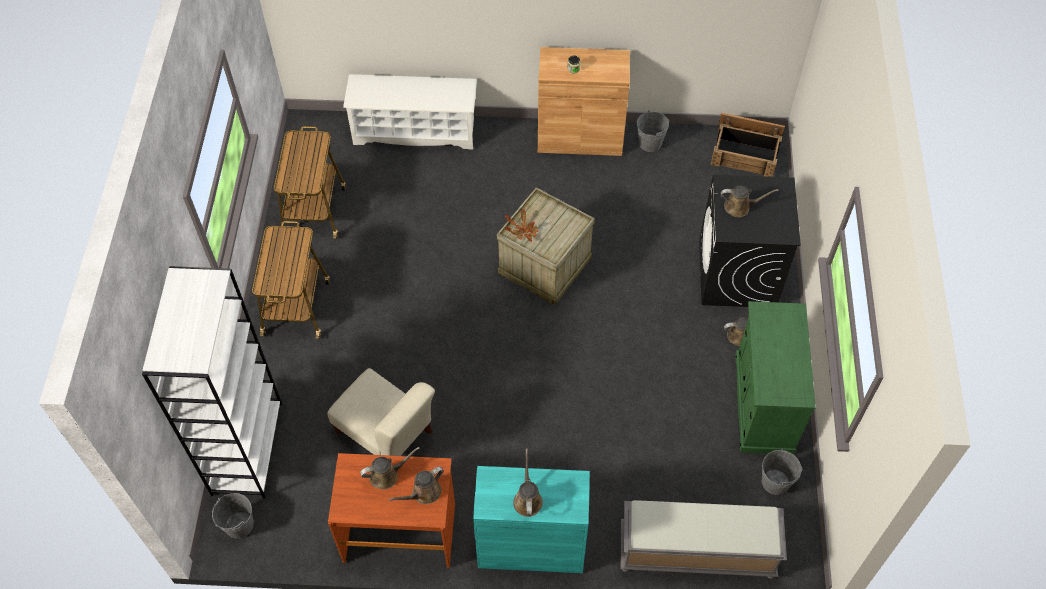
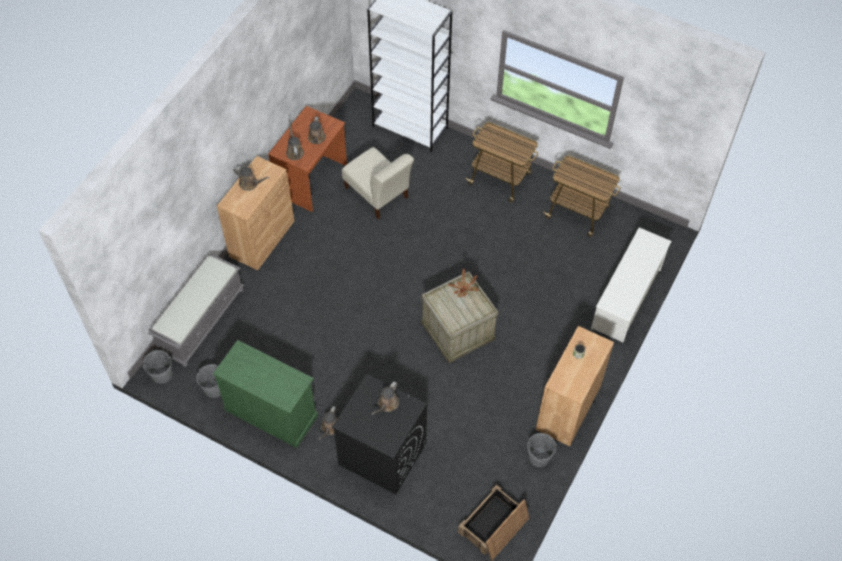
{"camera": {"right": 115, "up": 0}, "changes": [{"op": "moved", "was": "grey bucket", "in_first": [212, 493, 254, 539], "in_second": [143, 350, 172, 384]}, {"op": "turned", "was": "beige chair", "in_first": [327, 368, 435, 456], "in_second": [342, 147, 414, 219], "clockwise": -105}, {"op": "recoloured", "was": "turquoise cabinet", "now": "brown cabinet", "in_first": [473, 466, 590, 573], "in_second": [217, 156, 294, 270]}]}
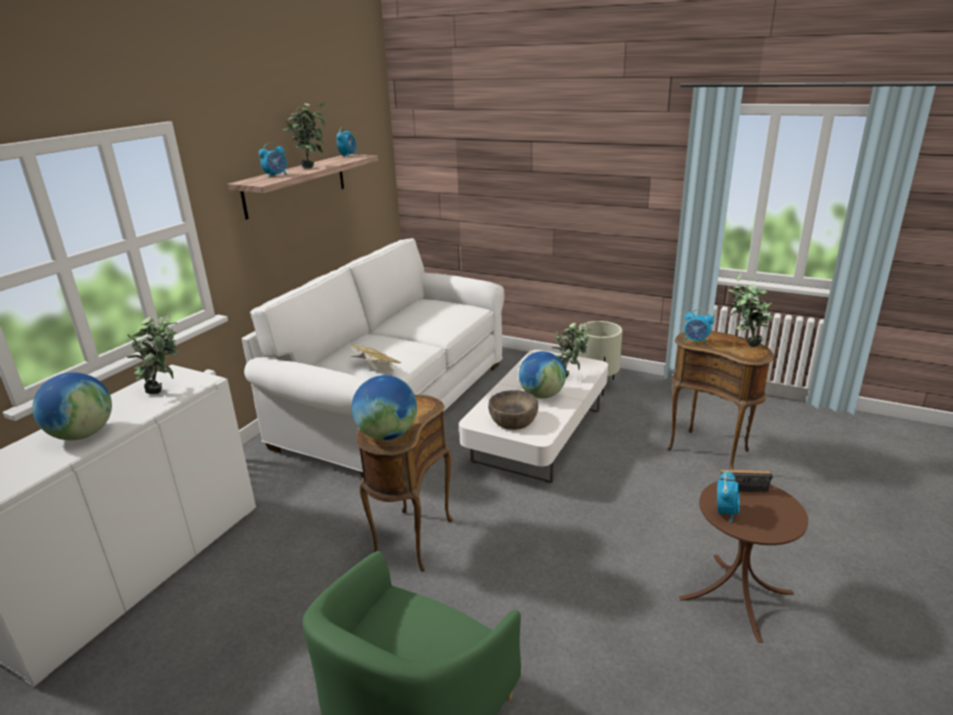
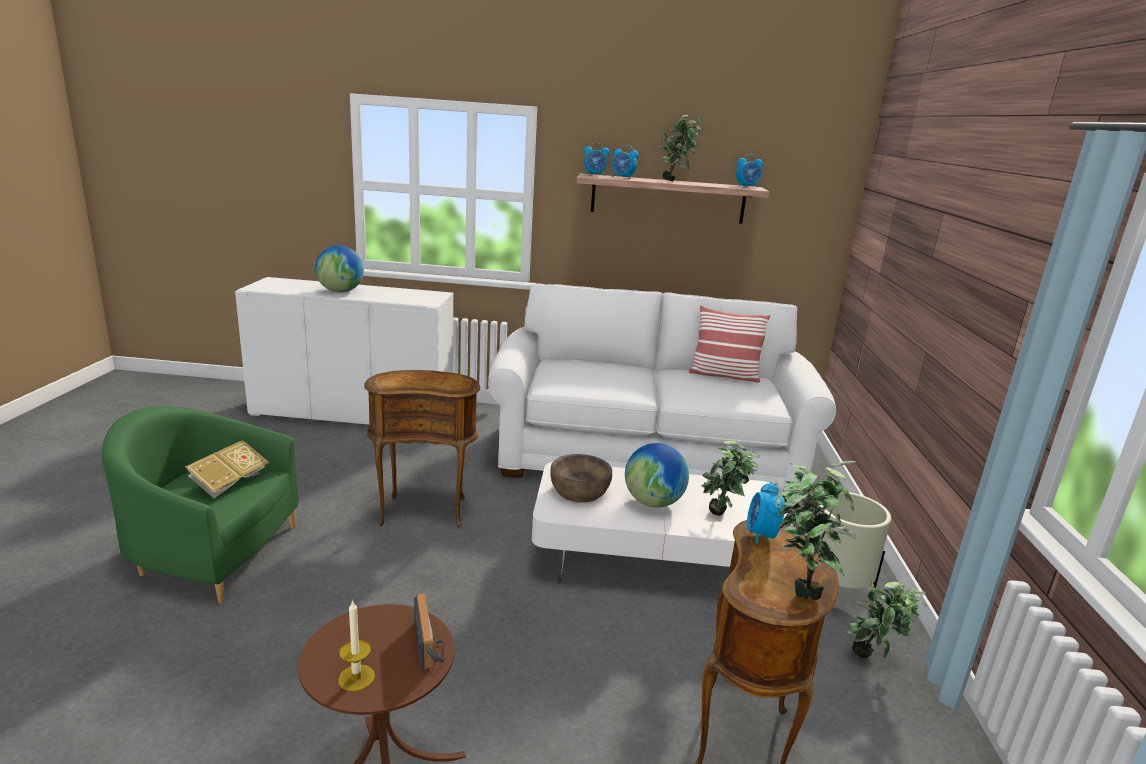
{"camera": {"right": 65, "up": -5}, "changes": [{"op": "moved", "was": "potted plant", "in_first": [127, 315, 179, 394], "in_second": [847, 580, 927, 659]}, {"op": "moved", "was": "book", "in_first": [349, 344, 401, 372], "in_second": [185, 440, 270, 498]}, {"op": "removed", "was": "globe", "in_first": [352, 375, 417, 440]}, {"op": "moved", "was": "alarm clock", "in_first": [717, 470, 740, 523], "in_second": [584, 142, 610, 176]}, {"op": "added", "now": "candle", "in_second": [338, 600, 375, 691]}, {"op": "added", "now": "pillow", "in_second": [689, 306, 770, 383]}]}
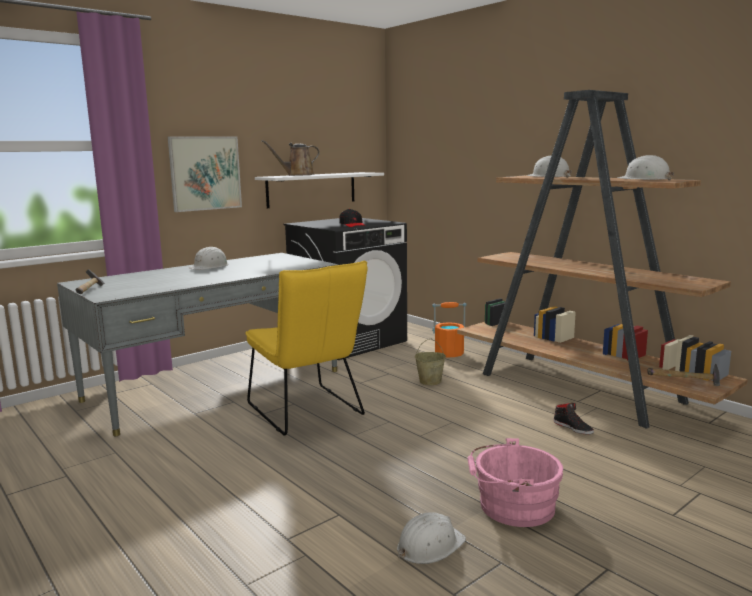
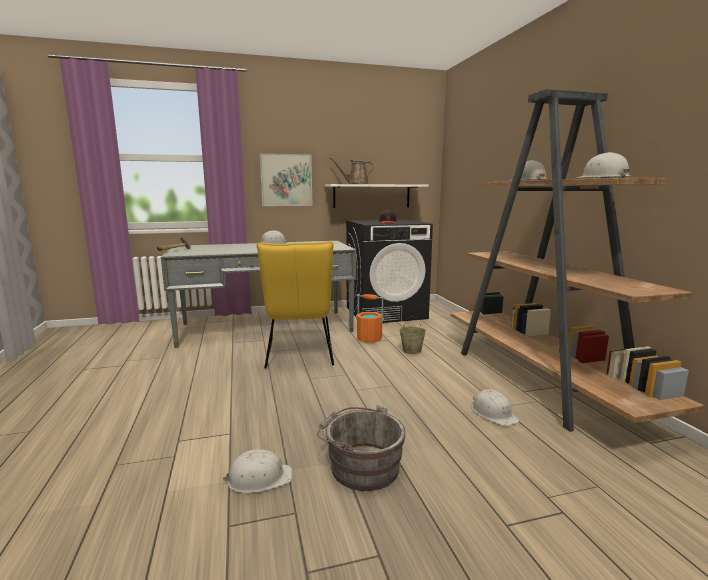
{"camera": {"right": 25, "up": 0}, "changes": [{"op": "moved", "was": "orange bucket", "in_first": [432, 302, 466, 358], "in_second": [356, 294, 384, 342]}, {"op": "recoloured", "was": "pink bucket", "now": "grey bucket", "in_first": [467, 438, 563, 527], "in_second": [317, 405, 406, 491]}, {"op": "replaced", "was": "black shoe", "now": "white hard hat", "in_first": [553, 403, 594, 434], "in_second": [472, 389, 519, 426]}, {"op": "removed", "was": "hammer", "in_first": [648, 364, 720, 386]}]}
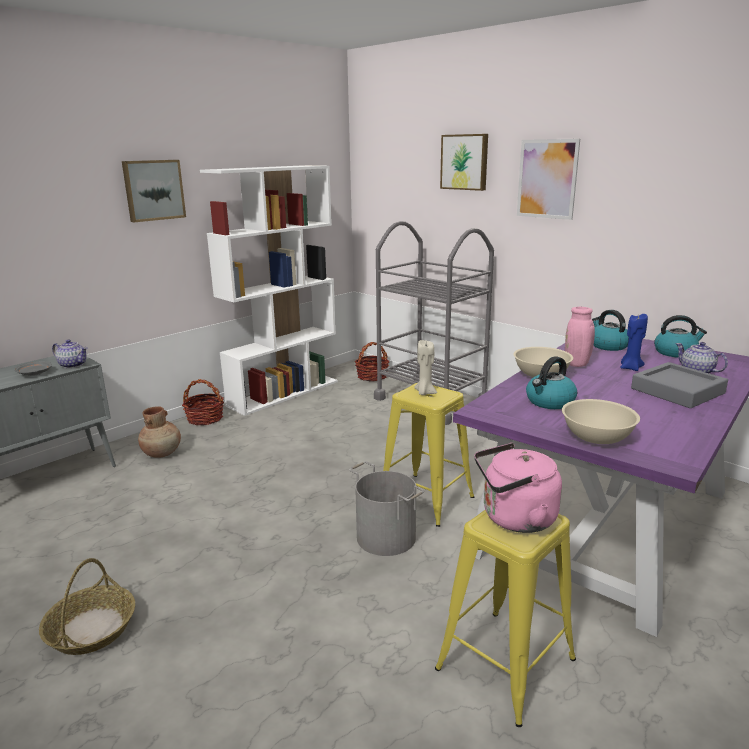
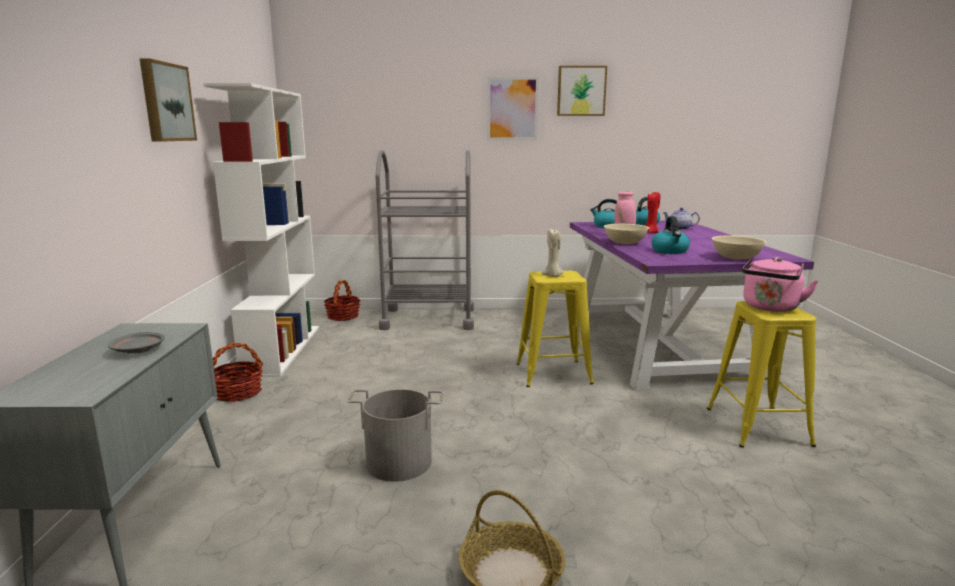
{"camera": {"right": -45, "up": -5}, "changes": [{"op": "removed", "was": "teapot", "in_first": [52, 339, 87, 368]}, {"op": "removed", "was": "brown vase", "in_first": [138, 406, 181, 458]}, {"op": "moved", "was": "grey bucket", "in_first": [349, 461, 424, 556], "in_second": [347, 389, 443, 482]}, {"op": "moved", "was": "picture", "in_first": [440, 134, 488, 191], "in_second": [557, 66, 607, 116]}, {"op": "recoloured", "was": "blue candle", "now": "red candle", "in_first": [620, 314, 648, 371], "in_second": [644, 191, 661, 233]}, {"op": "removed", "was": "grey tray", "in_first": [631, 362, 728, 408]}]}
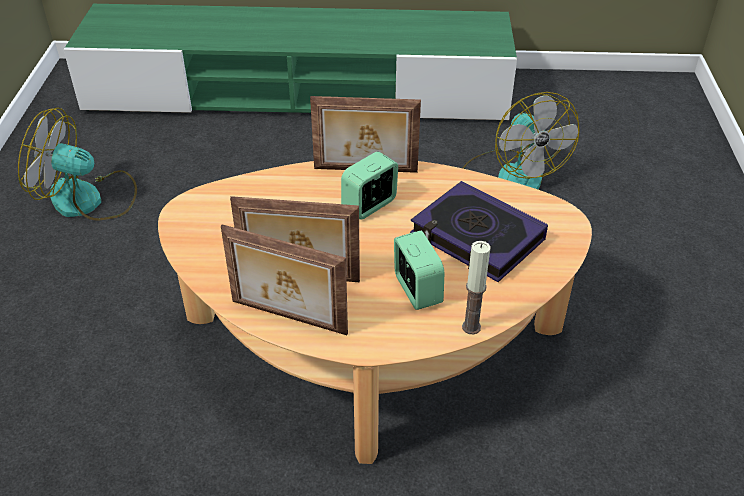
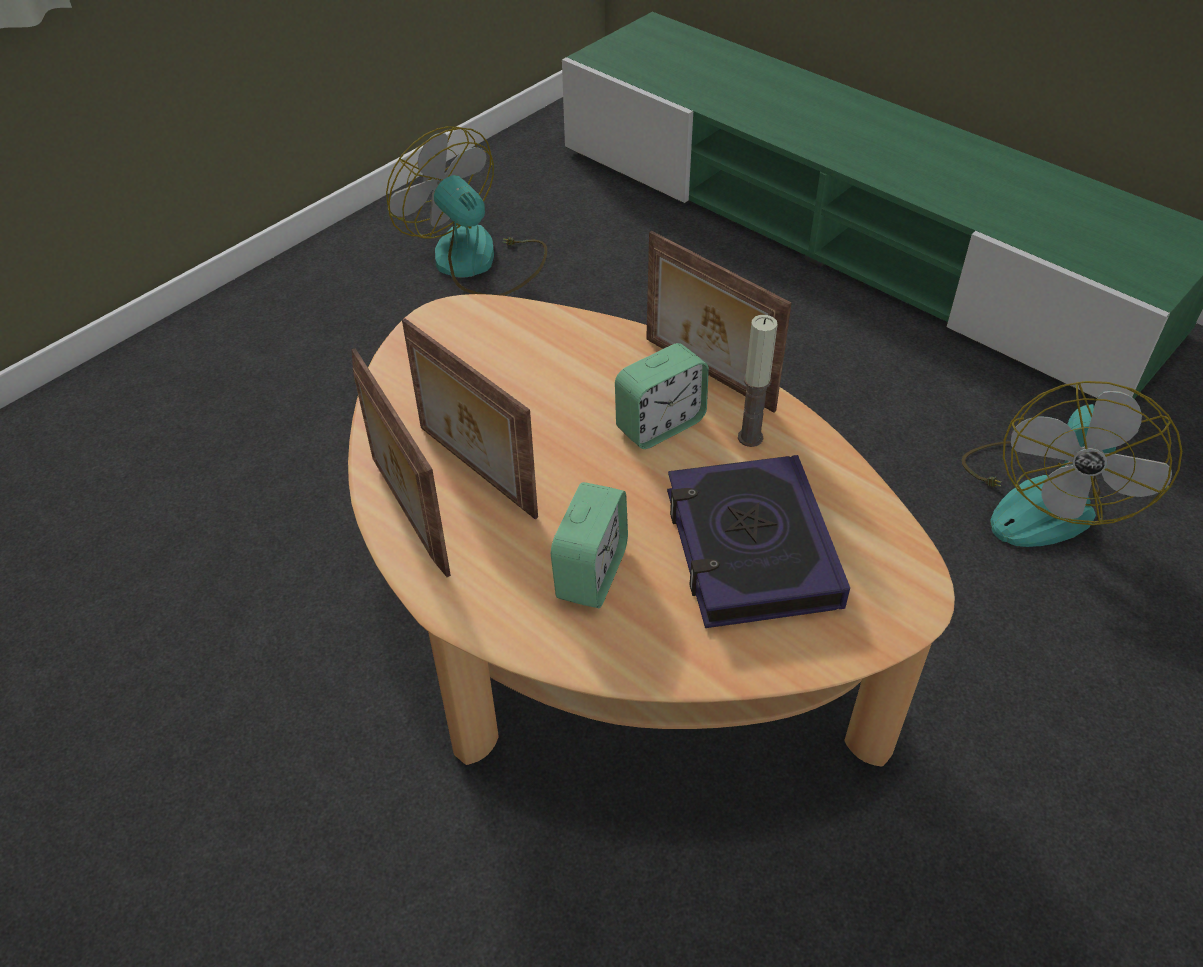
{"camera": {"right": 40, "up": 5}, "changes": [{"op": "turned", "was": "alarm clock", "in_first": [341, 151, 398, 220], "in_second": [615, 343, 709, 449], "clockwise": 150}, {"op": "moved", "was": "candle", "in_first": [462, 241, 491, 334], "in_second": [738, 315, 778, 447]}]}
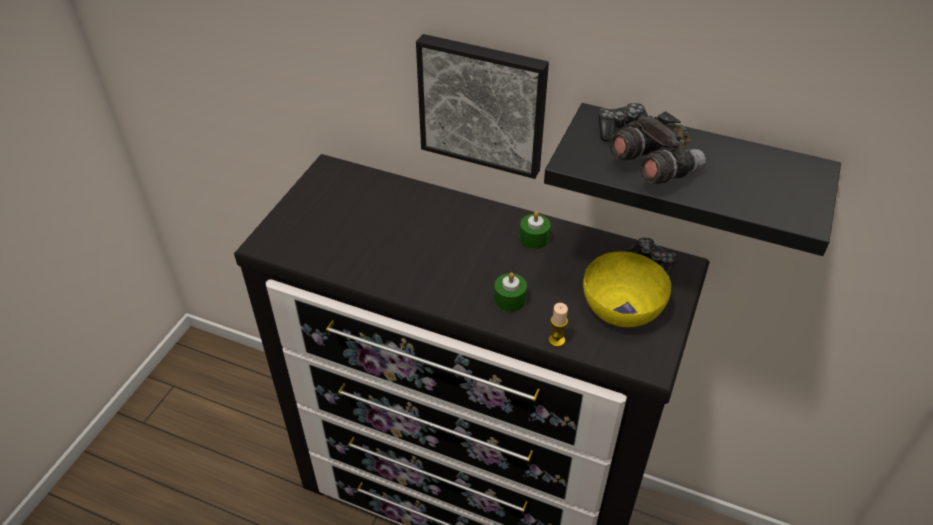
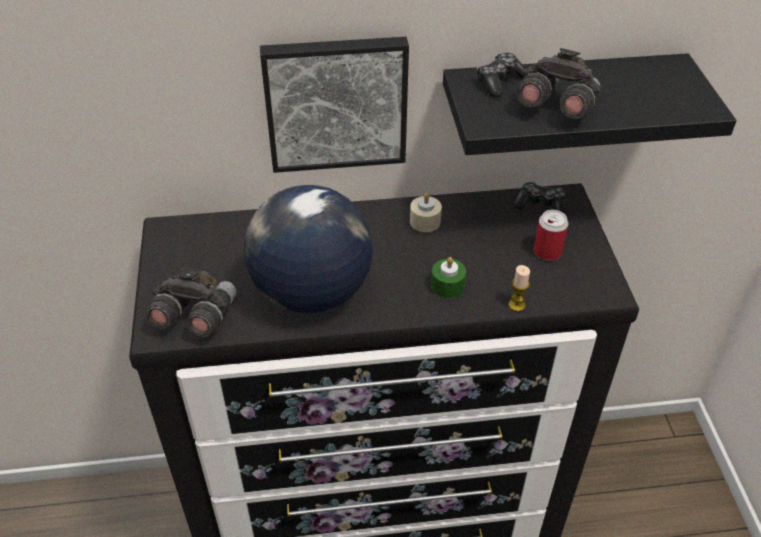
{"camera": {"right": -30, "up": 0}, "changes": [{"op": "recoloured", "was": "green candle", "now": "beige candle", "in_first": [520, 212, 551, 249], "in_second": [410, 193, 442, 232]}, {"op": "replaced", "was": "yellow bowl", "now": "can", "in_first": [583, 251, 671, 327], "in_second": [534, 210, 568, 261]}, {"op": "added", "now": "grey binoculars", "in_second": [146, 267, 237, 337]}, {"op": "added", "now": "globe", "in_second": [244, 185, 373, 313]}]}
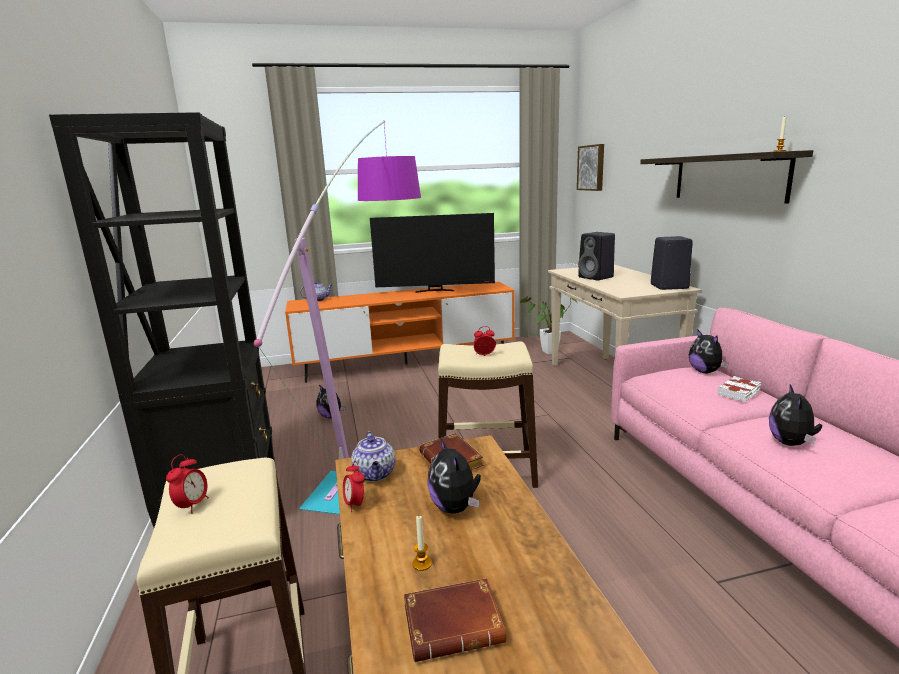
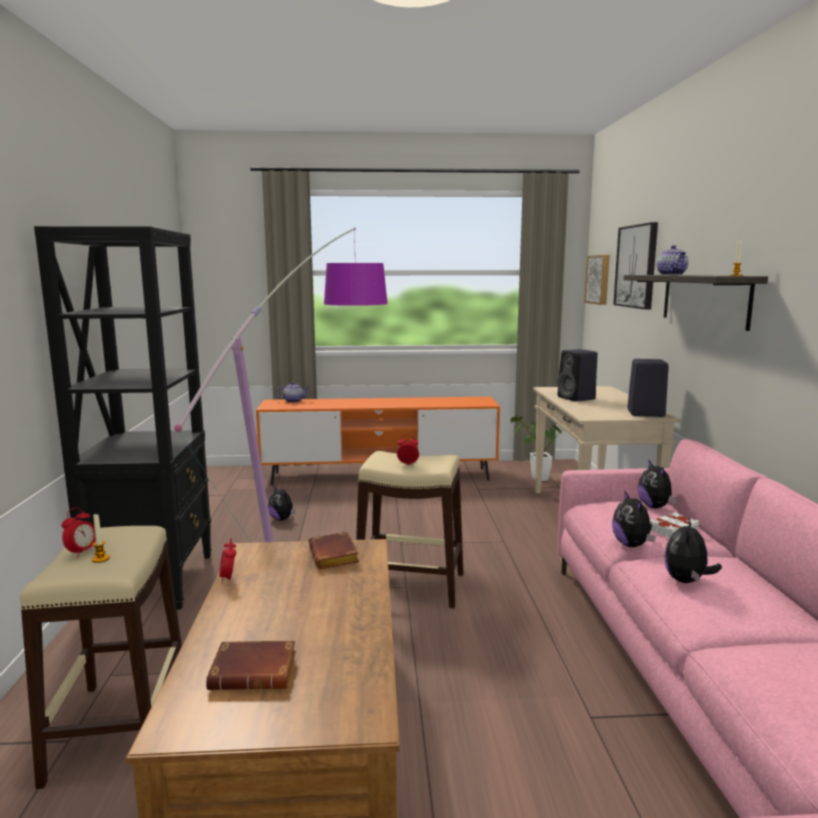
{"camera": {"right": 10, "up": -5}, "changes": [{"op": "moved", "was": "teapot", "in_first": [351, 431, 395, 482], "in_second": [657, 245, 688, 275]}, {"op": "removed", "was": "television", "in_first": [370, 213, 495, 293]}, {"op": "moved", "was": "candle", "in_first": [413, 516, 432, 571], "in_second": [92, 514, 110, 563]}, {"op": "moved", "was": "plush toy", "in_first": [427, 439, 481, 513], "in_second": [612, 490, 656, 547]}, {"op": "added", "now": "picture", "in_second": [613, 222, 658, 310]}]}
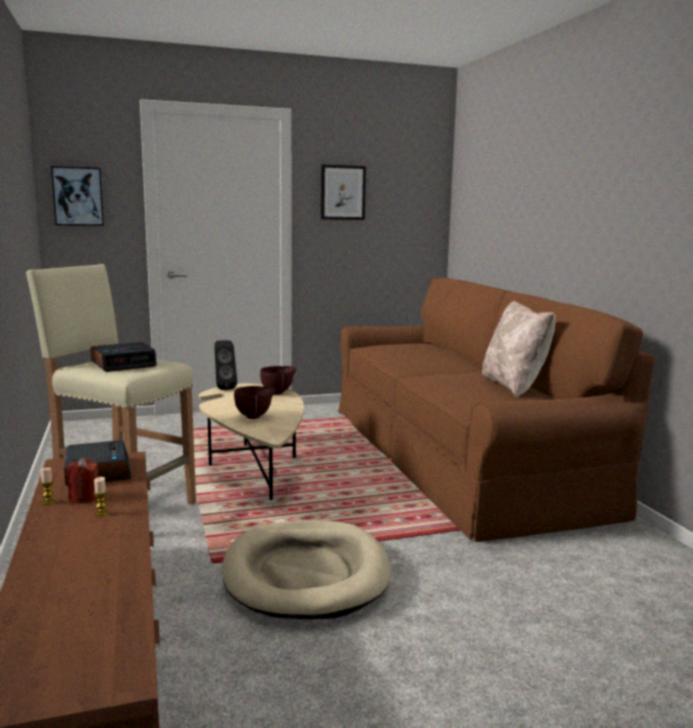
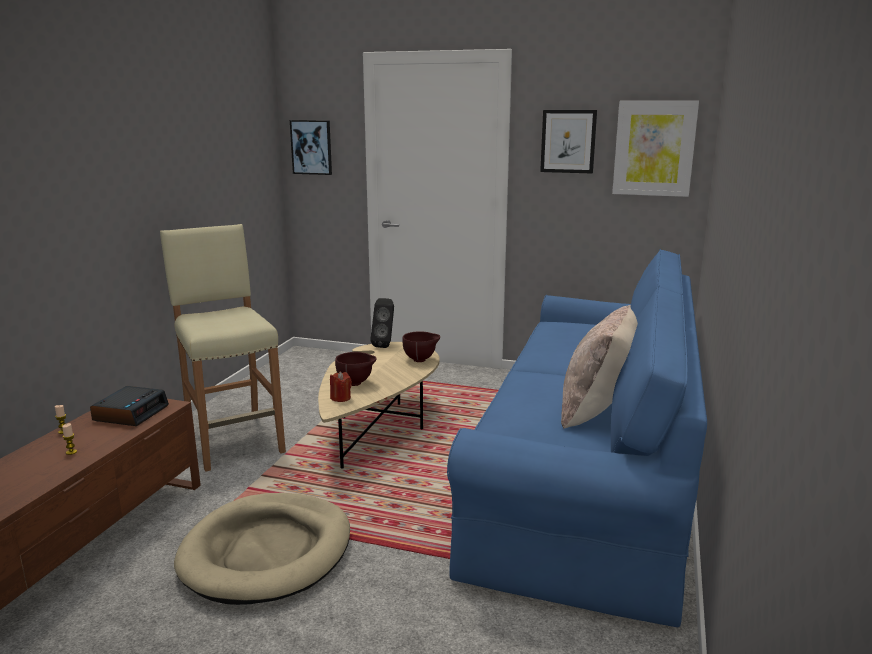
{"camera": {"right": 35, "up": 5}, "changes": [{"op": "moved", "was": "red candle", "in_first": [67, 458, 99, 504], "in_second": [330, 372, 352, 402]}, {"op": "removed", "was": "alarm clock", "in_first": [91, 342, 157, 372]}, {"op": "recoloured", "was": "brown sofa", "now": "blue sofa", "in_first": [338, 277, 655, 542], "in_second": [447, 249, 707, 627]}, {"op": "added", "now": "picture", "in_second": [612, 101, 699, 197]}]}
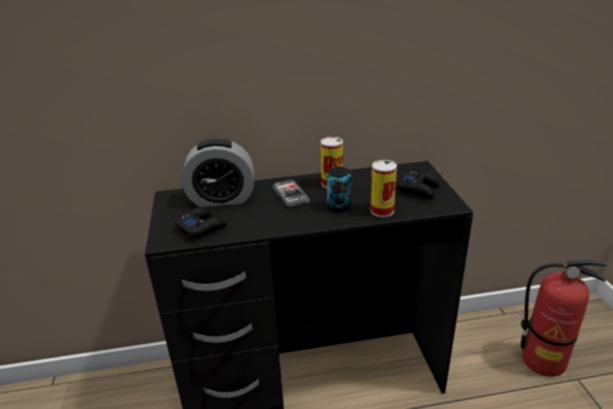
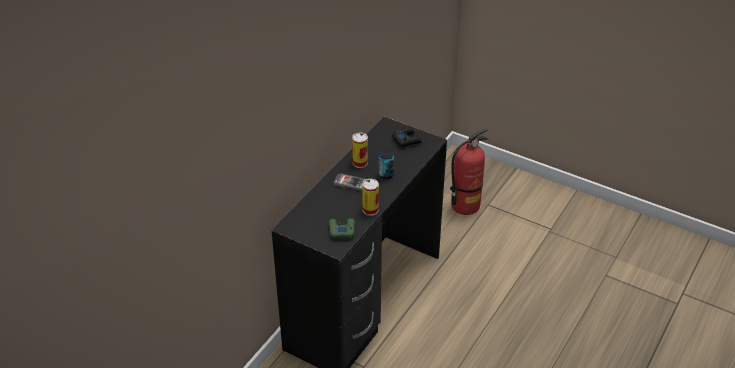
{"camera": {"right": -50, "up": 10}, "changes": [{"op": "recoloured", "was": "black game controller", "now": "green game controller", "in_first": [175, 207, 226, 238], "in_second": [329, 218, 355, 238]}, {"op": "removed", "was": "alarm clock", "in_first": [181, 139, 254, 207]}, {"op": "moved", "was": "can", "in_first": [370, 160, 397, 217], "in_second": [362, 179, 379, 216]}]}
